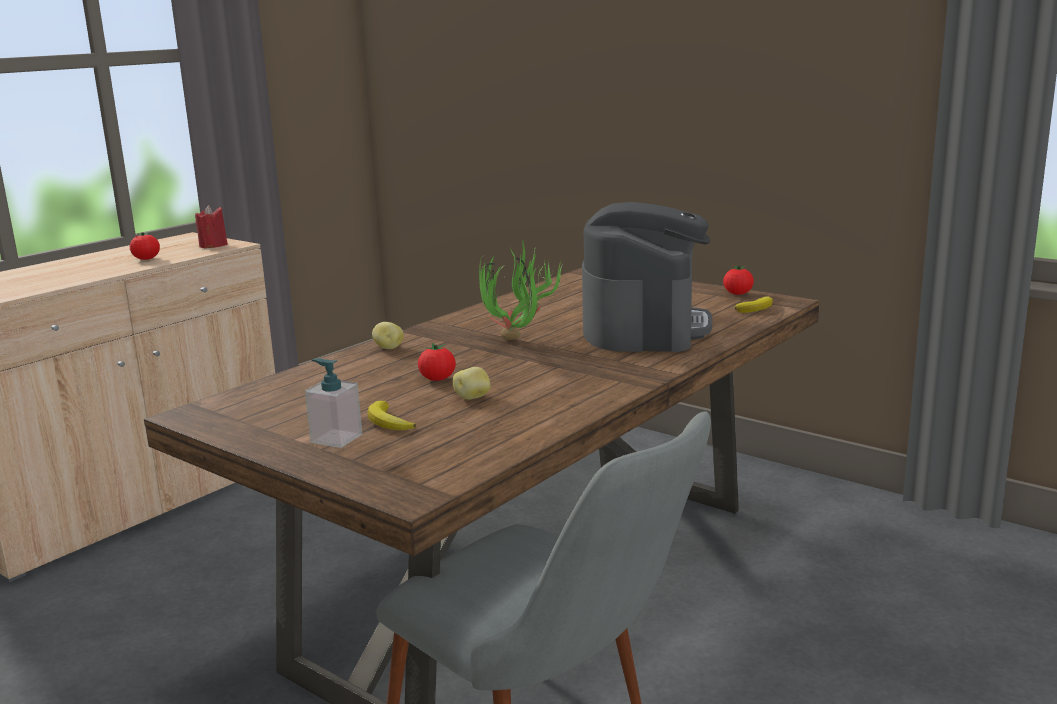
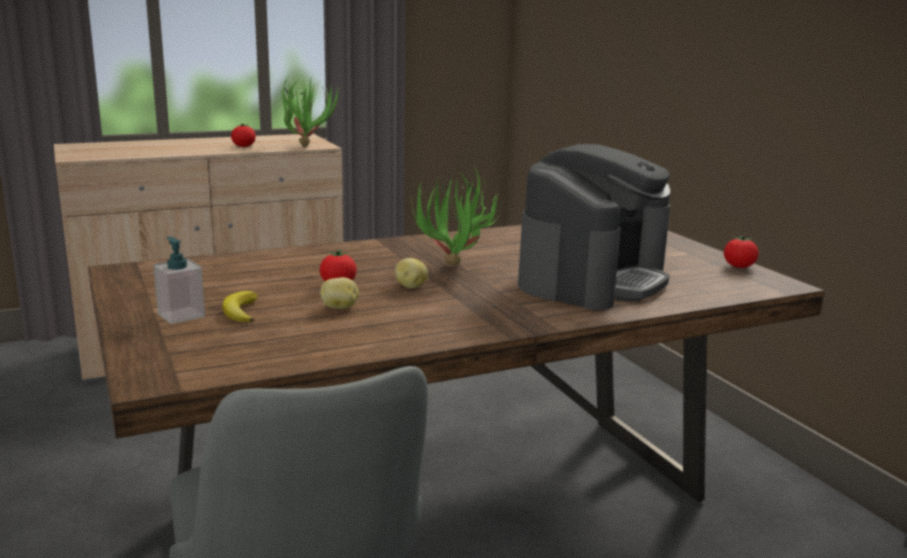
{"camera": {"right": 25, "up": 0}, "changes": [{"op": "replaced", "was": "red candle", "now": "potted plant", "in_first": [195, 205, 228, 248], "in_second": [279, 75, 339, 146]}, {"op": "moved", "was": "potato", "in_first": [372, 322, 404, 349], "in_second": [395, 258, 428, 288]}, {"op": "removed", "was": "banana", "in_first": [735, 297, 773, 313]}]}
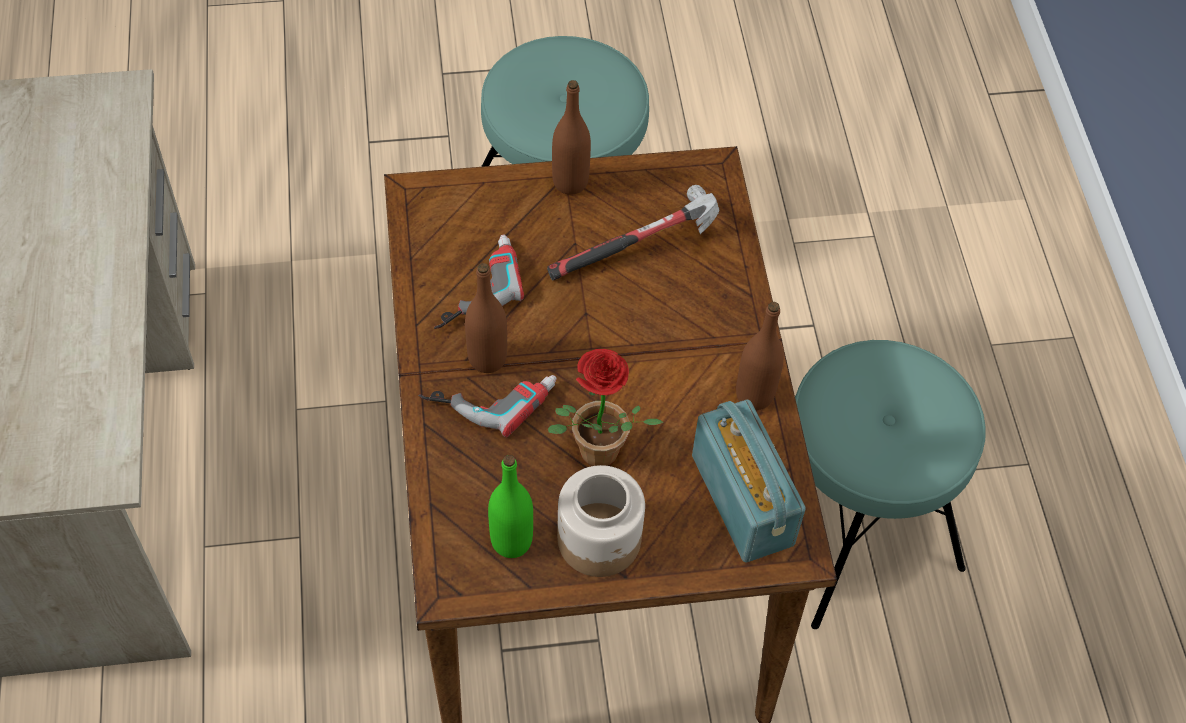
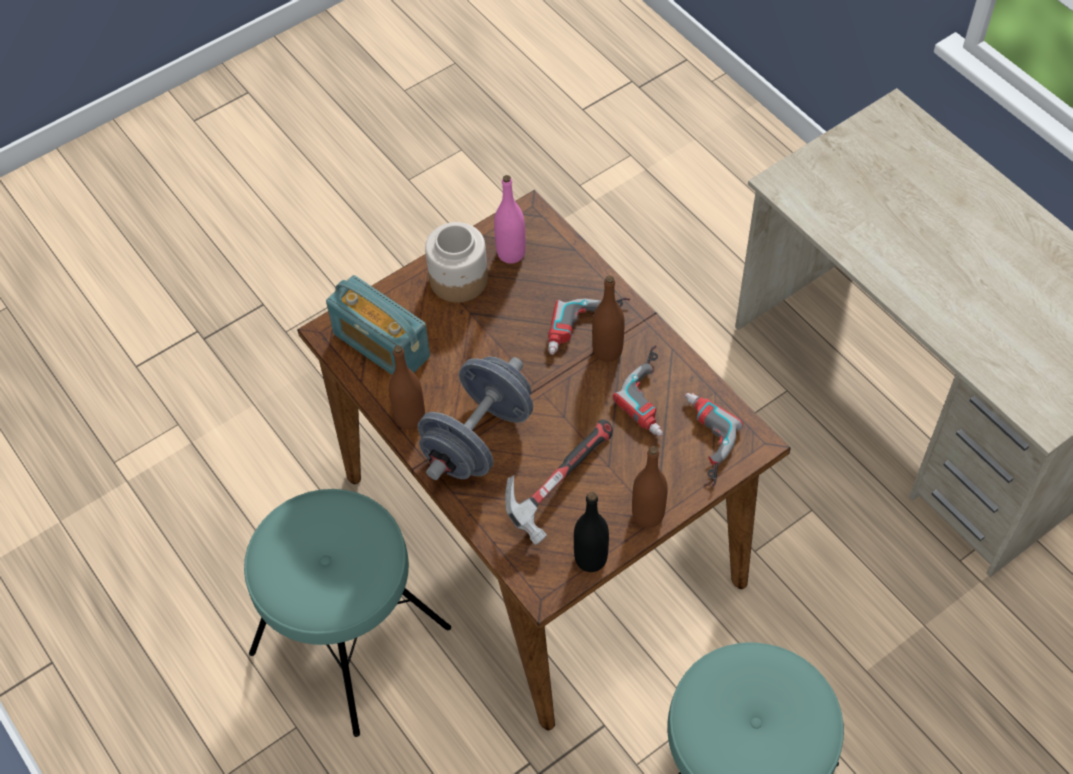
{"camera": {"right": 155, "up": 0}, "changes": [{"op": "recoloured", "was": "green bottle", "now": "pink bottle", "in_first": [488, 455, 533, 558], "in_second": [494, 175, 526, 264]}, {"op": "removed", "was": "potted plant", "in_first": [548, 349, 663, 466]}, {"op": "added", "now": "grey dumbbell", "in_second": [418, 356, 533, 480]}, {"op": "added", "now": "black bottle", "in_second": [574, 492, 609, 572]}, {"op": "added", "now": "power drill", "in_second": [685, 393, 743, 487]}]}
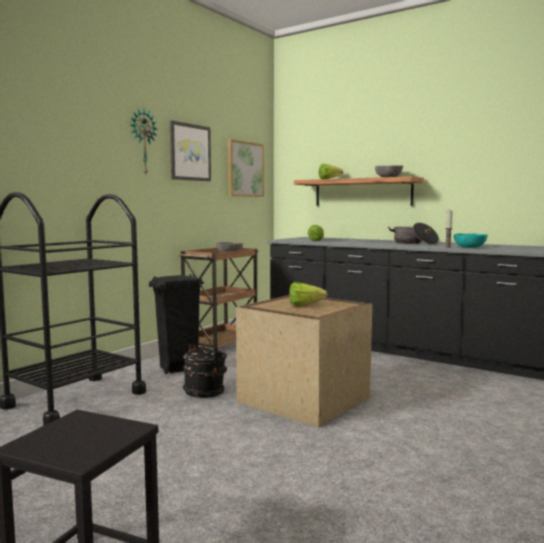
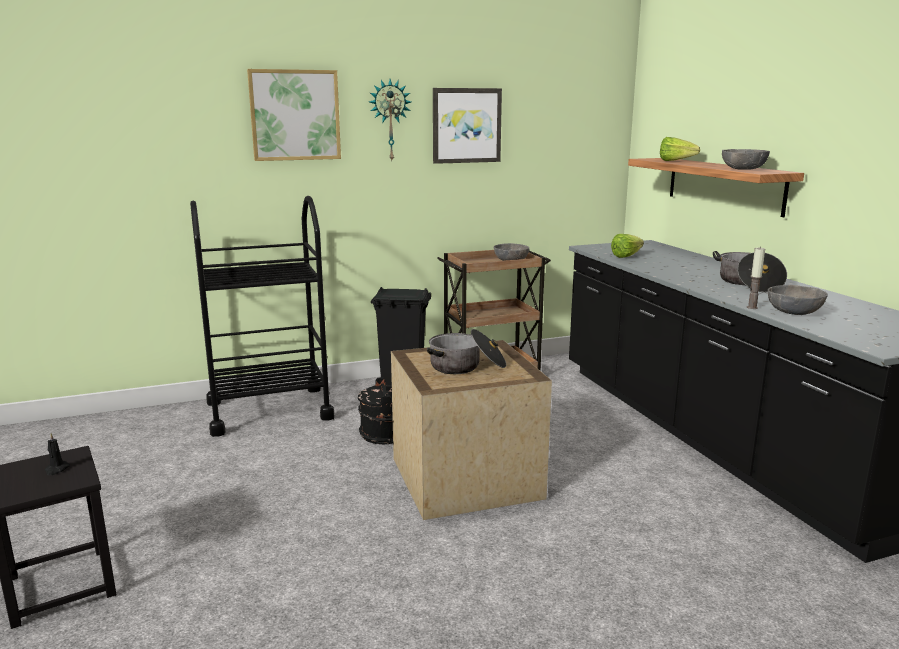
{"camera": {"right": 35, "up": 10}, "changes": [{"op": "moved", "was": "picture", "in_first": [228, 139, 264, 197], "in_second": [247, 69, 341, 161]}, {"op": "replaced", "was": "lettuce", "now": "cooking pot", "in_first": [289, 282, 328, 306], "in_second": [427, 329, 506, 374]}, {"op": "recoloured", "was": "turquoise bowl", "now": "grey bowl", "in_first": [454, 233, 488, 248], "in_second": [768, 285, 828, 315]}, {"op": "added", "now": "black candle", "in_second": [45, 433, 70, 475]}]}
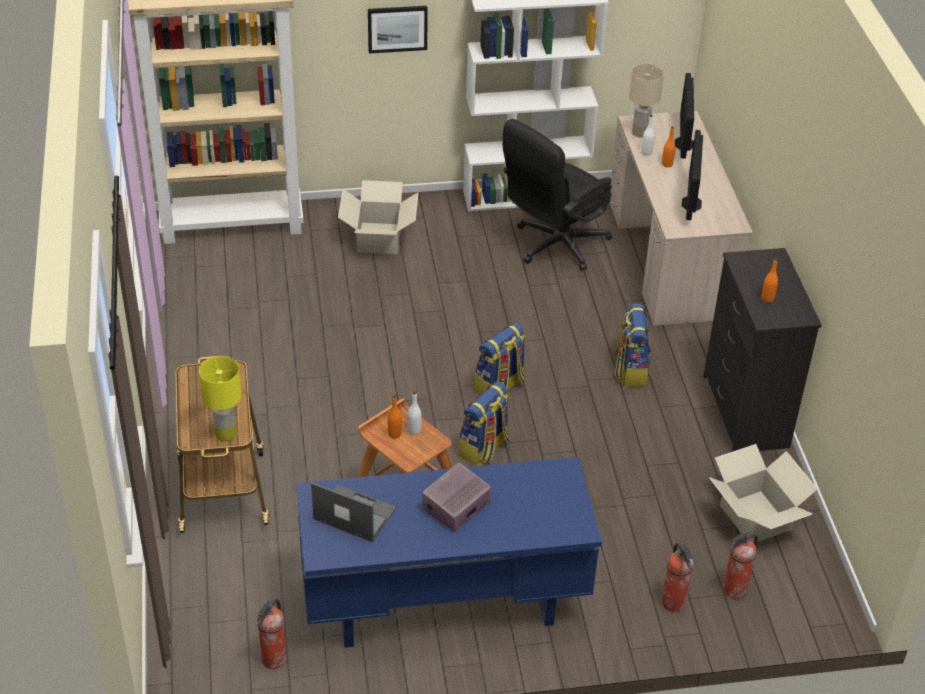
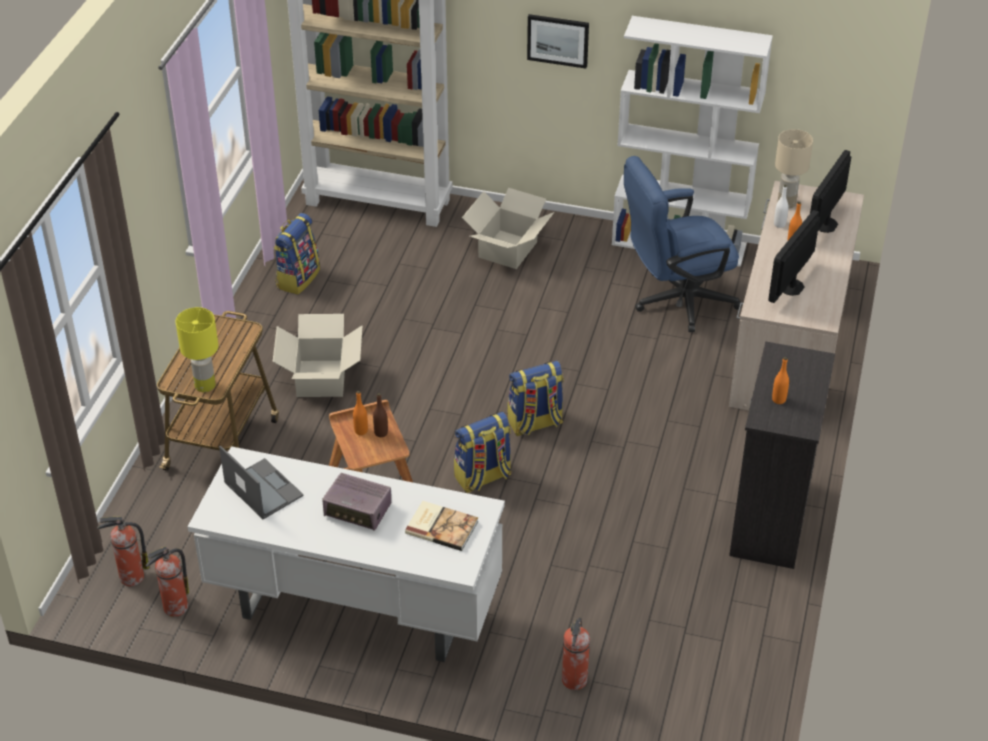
{"camera": {"right": 25, "up": 0}, "changes": [{"op": "recoloured", "was": "blue desk", "now": "white desk", "in_first": [296, 457, 602, 648], "in_second": [188, 446, 505, 662]}, {"op": "recoloured", "was": "white bottle", "now": "brown bottle", "in_first": [407, 392, 422, 435], "in_second": [373, 393, 388, 437]}, {"op": "turned", "was": "radio", "in_first": [422, 463, 491, 531], "in_second": [322, 473, 391, 531], "clockwise": -135}, {"op": "recoloured", "was": "black office chair", "now": "blue office chair", "in_first": [503, 119, 612, 270], "in_second": [624, 156, 742, 332]}, {"op": "moved", "was": "backpack", "in_first": [614, 303, 652, 386], "in_second": [274, 213, 320, 295]}, {"op": "moved", "was": "cardboard box", "in_first": [709, 444, 818, 543], "in_second": [273, 314, 362, 397]}, {"op": "moved", "was": "fire extinguisher", "in_first": [723, 531, 758, 599], "in_second": [97, 517, 149, 586]}, {"op": "added", "now": "book", "in_second": [405, 501, 478, 551]}]}
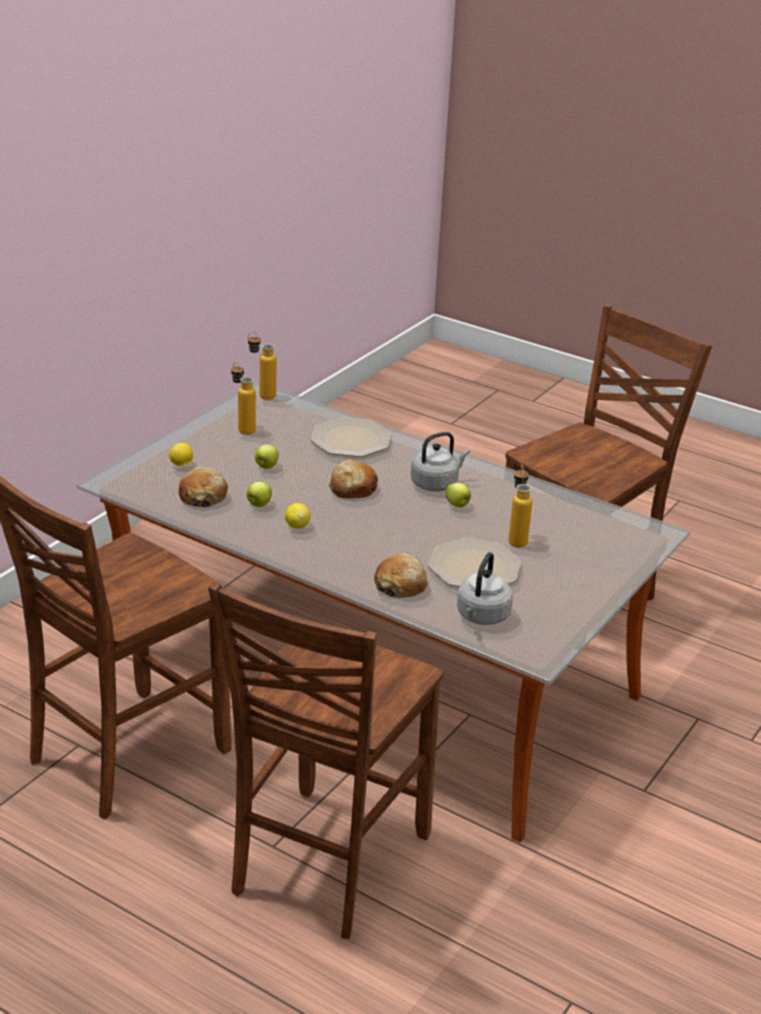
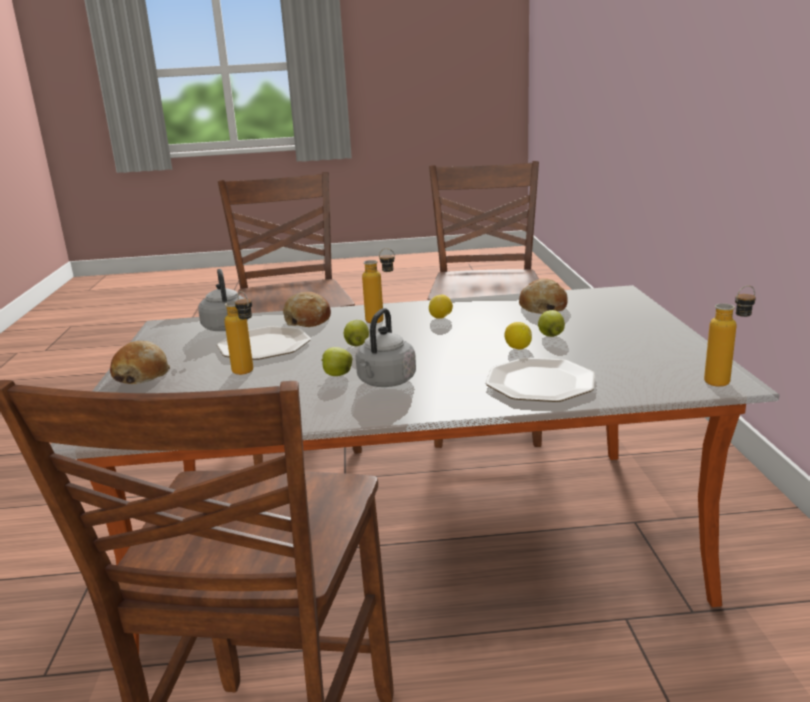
{"camera": {"right": 145, "up": -10}, "changes": [{"op": "moved", "was": "lemon", "in_first": [169, 443, 193, 466], "in_second": [504, 322, 532, 349]}, {"op": "moved", "was": "bottle", "in_first": [231, 361, 256, 435], "in_second": [362, 248, 395, 323]}, {"op": "moved", "was": "apple", "in_first": [246, 482, 272, 507], "in_second": [344, 320, 369, 346]}, {"op": "moved", "was": "bread", "in_first": [329, 459, 378, 499], "in_second": [110, 341, 170, 384]}]}
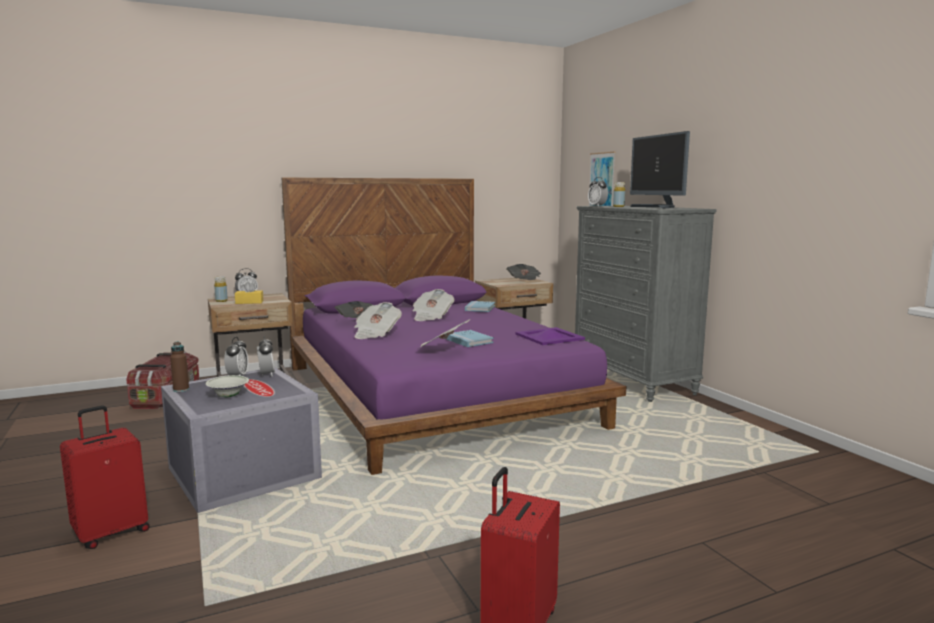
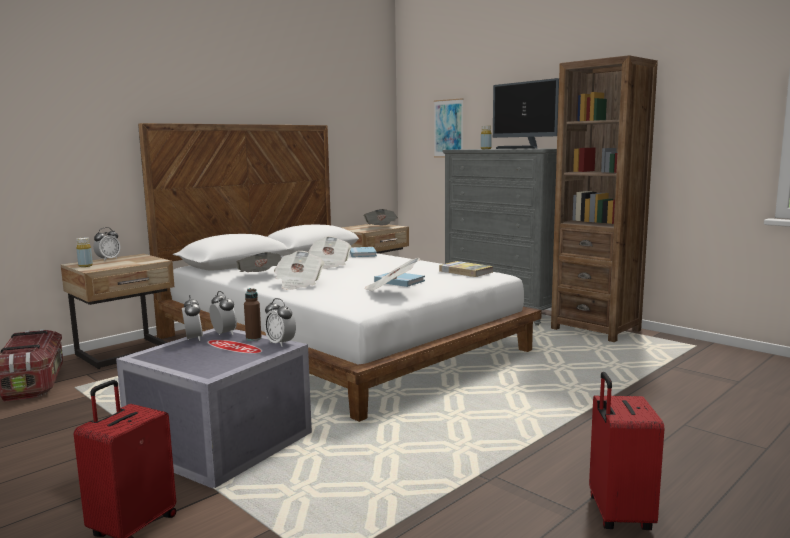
{"camera": {"right": -20, "up": 0}, "changes": [{"op": "moved", "was": "brown bottle", "in_first": [170, 341, 189, 392], "in_second": [244, 288, 262, 341]}, {"op": "removed", "was": "white bowl", "in_first": [205, 375, 249, 398]}, {"op": "removed", "was": "yellow tissue box", "in_first": [235, 281, 263, 304]}, {"op": "recoloured", "was": "purple bed", "now": "white bed", "in_first": [282, 177, 626, 475], "in_second": [138, 123, 542, 422]}, {"op": "replaced", "was": "purple tray", "now": "book", "in_first": [516, 327, 585, 345], "in_second": [439, 261, 493, 277]}, {"op": "moved", "was": "alarm clock", "in_first": [588, 177, 608, 207], "in_second": [264, 298, 296, 347]}, {"op": "added", "now": "brown bookcase", "in_second": [551, 55, 658, 342]}]}
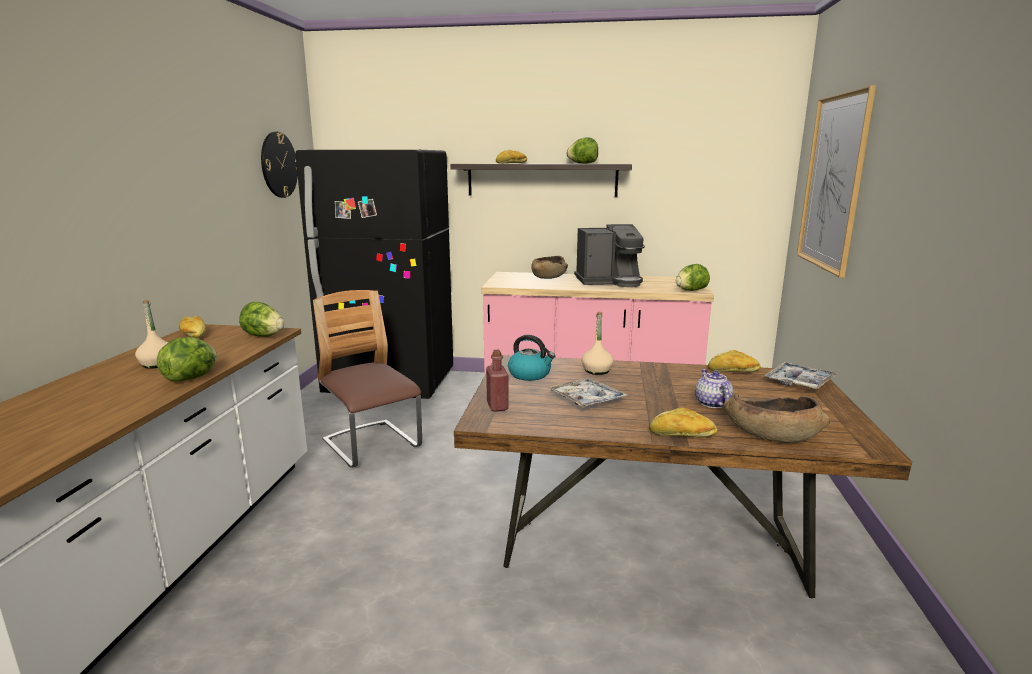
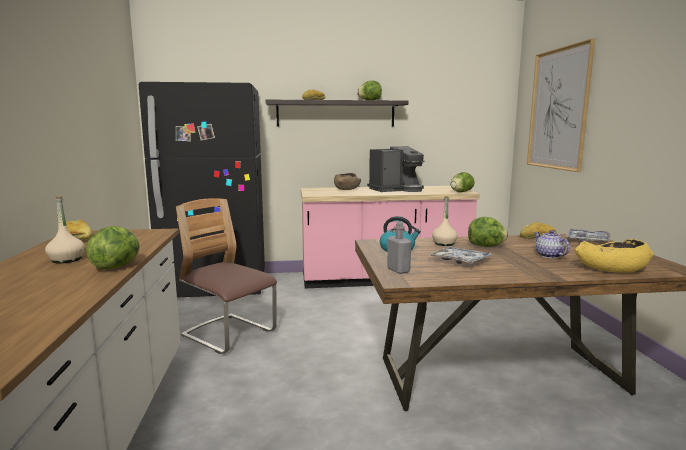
{"camera": {"right": -15, "up": -5}, "changes": [{"op": "moved", "was": "lettuce", "in_first": [239, 302, 285, 337], "in_second": [468, 217, 508, 247]}, {"op": "removed", "was": "wall clock", "in_first": [261, 132, 298, 198]}, {"op": "recoloured", "was": "red bottle", "now": "grey bottle", "in_first": [486, 350, 508, 412], "in_second": [387, 222, 411, 274]}, {"op": "removed", "was": "bread", "in_first": [649, 407, 717, 438]}, {"op": "recoloured", "was": "brown bowl", "now": "yellow bowl", "in_first": [723, 394, 830, 443], "in_second": [575, 239, 654, 273]}]}
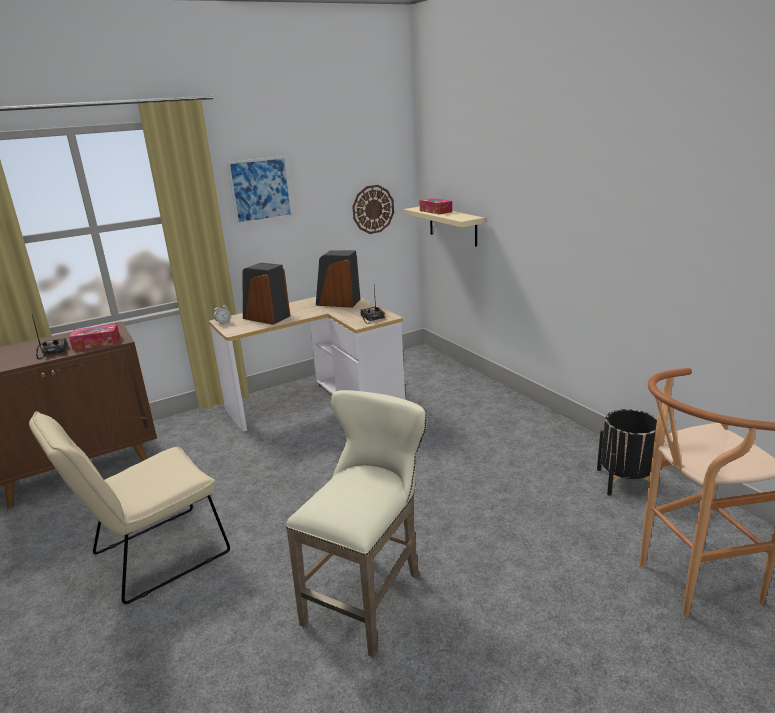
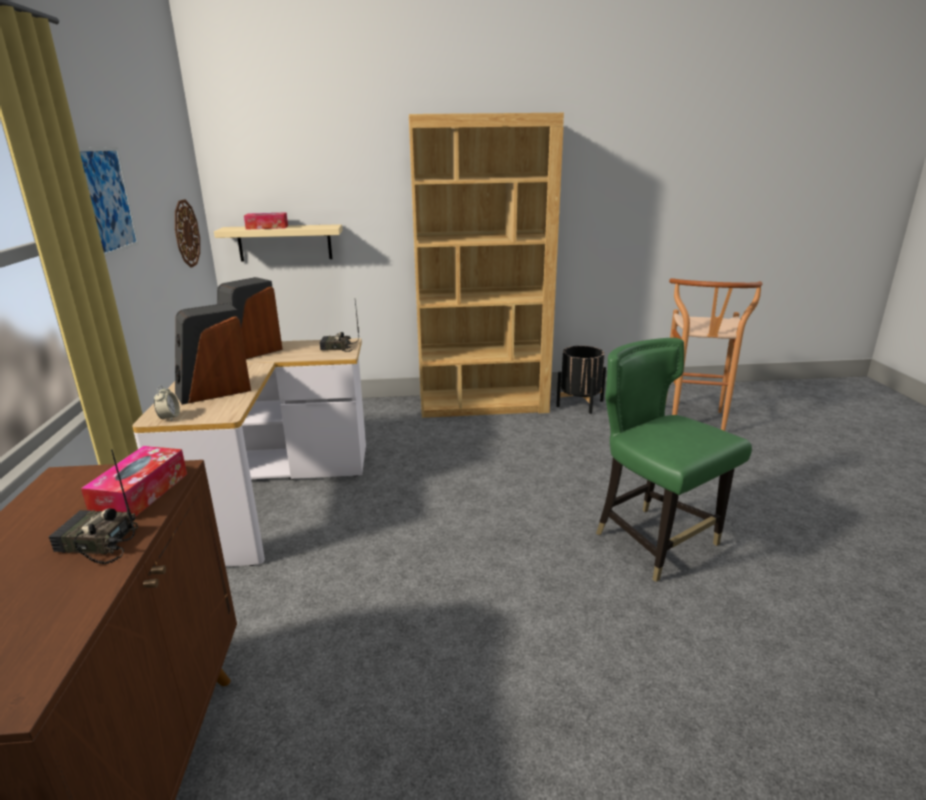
{"camera": {"right": -65, "up": 0}, "changes": [{"op": "removed", "was": "beige chair", "in_first": [29, 411, 230, 604]}, {"op": "replaced", "was": "beige stool", "now": "green chair", "in_first": [286, 390, 427, 657], "in_second": [596, 338, 752, 582]}, {"op": "added", "now": "brown bookcase", "in_second": [409, 113, 564, 418]}]}
